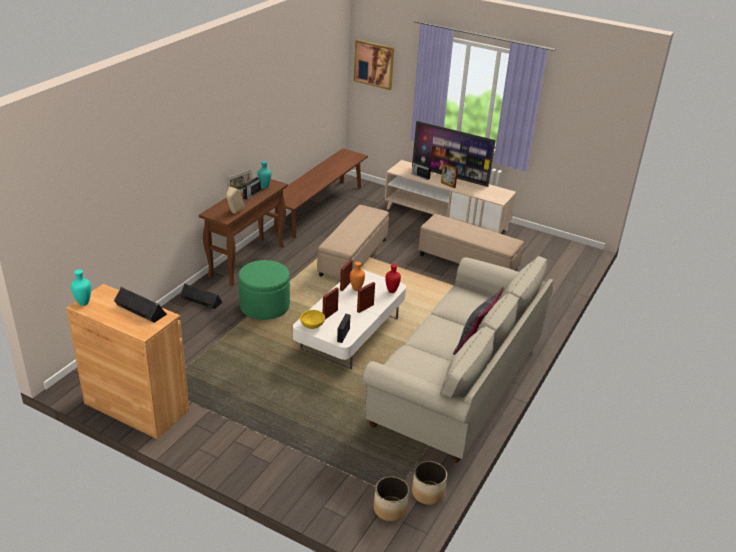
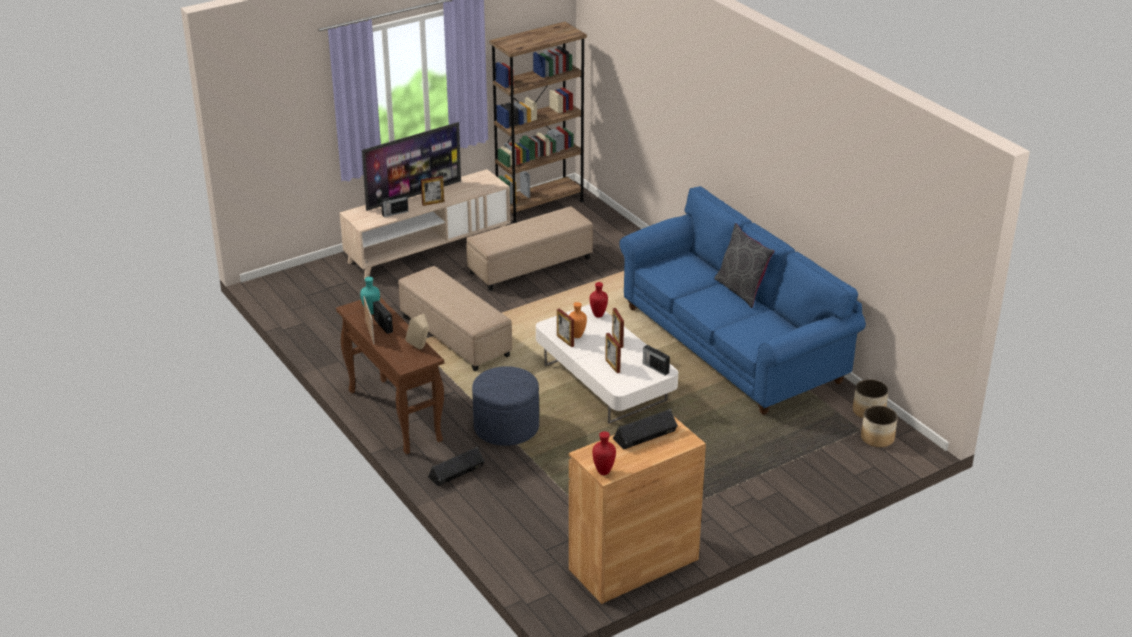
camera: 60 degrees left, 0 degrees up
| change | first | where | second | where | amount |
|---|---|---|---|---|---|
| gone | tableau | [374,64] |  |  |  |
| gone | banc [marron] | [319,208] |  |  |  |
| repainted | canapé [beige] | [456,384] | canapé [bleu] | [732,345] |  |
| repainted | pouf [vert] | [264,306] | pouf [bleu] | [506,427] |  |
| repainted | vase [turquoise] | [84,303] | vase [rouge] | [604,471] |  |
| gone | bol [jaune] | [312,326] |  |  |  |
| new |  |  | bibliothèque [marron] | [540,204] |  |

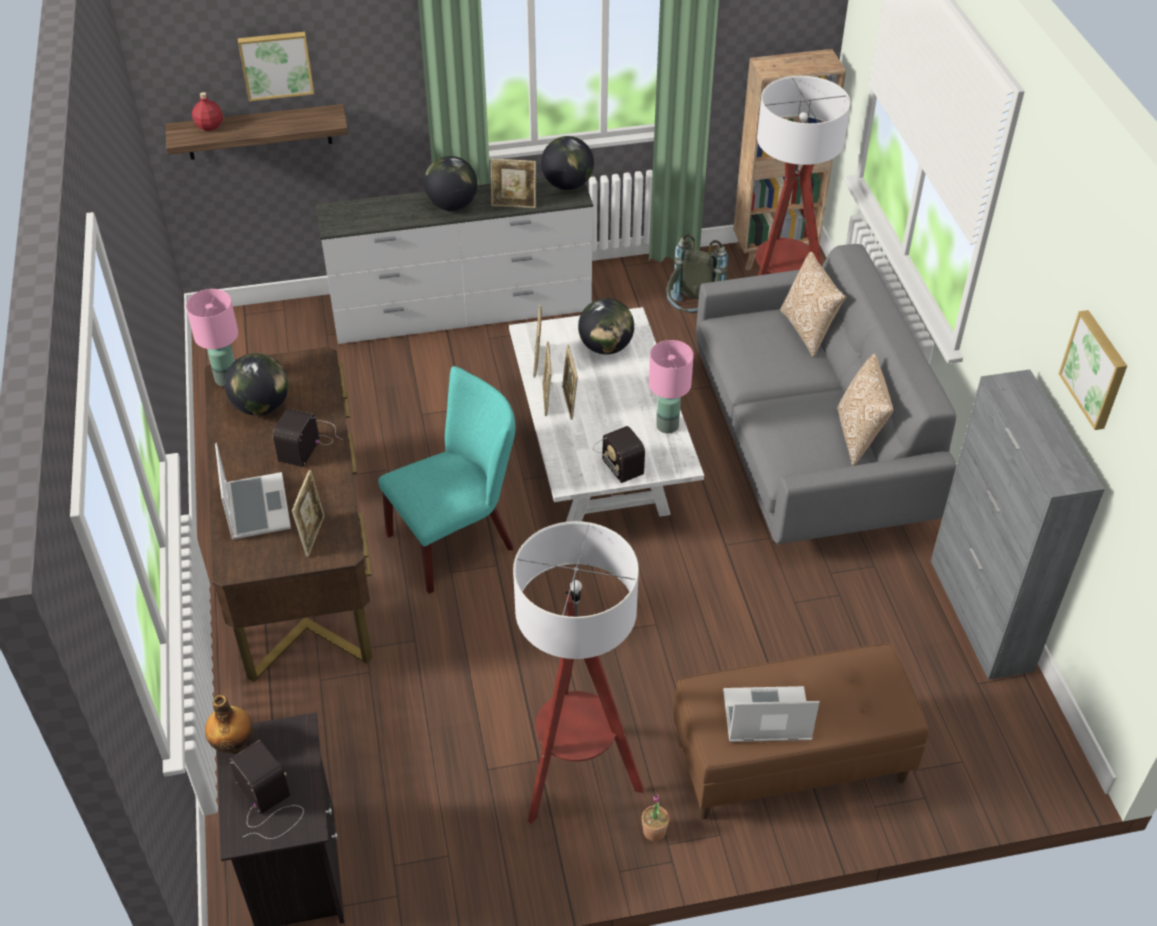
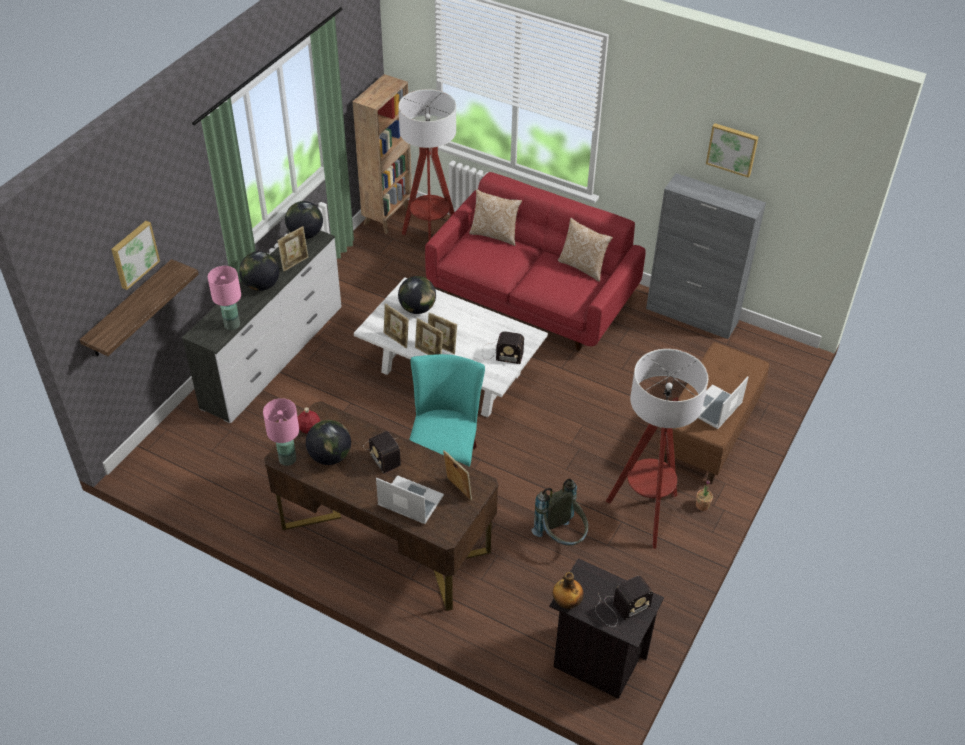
camera: 50 degrees left, 0 degrees up
| change | first | where | second | where | amount |
|---|---|---|---|---|---|
| shifted | bouteille [rouge] | [210,126] |  | [309,428] |  |
| shifted | sac à dos [gris] | [692,314] |  | [561,538] |  |
| repainted | canapé [gris] | [807,447] | canapé [rouge] | [532,298] |  |
| shifted | lampe de table [rose] | [667,426] |  | [232,325] |  |
| rotated | radio | [269,803] |  | [620,608] | 150 degrees clockwise |

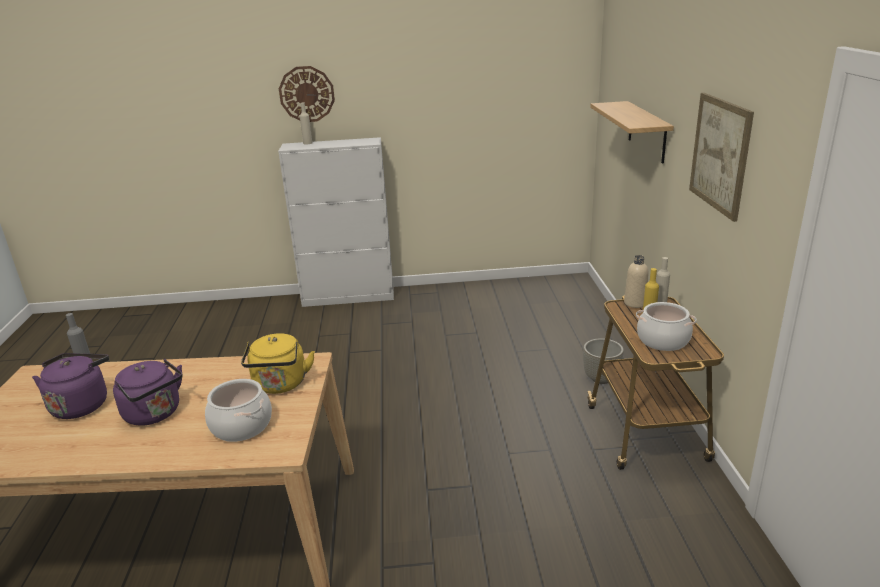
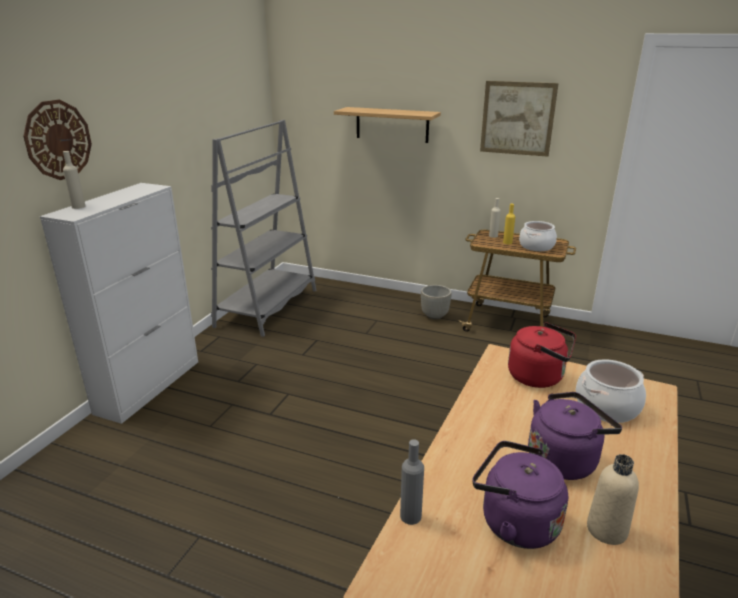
camera: 65 degrees left, 0 degrees up
| change | first | where | second | where | amount |
|---|---|---|---|---|---|
| shifted | bouteille [beige] | [635,303] |  | [606,530] |  |
| repainted | bouilloire [jaune] | [280,385] | bouilloire [rouge] | [539,377] |  |
| new |  |  | bibliothèque [gris] | [268,308] |  |

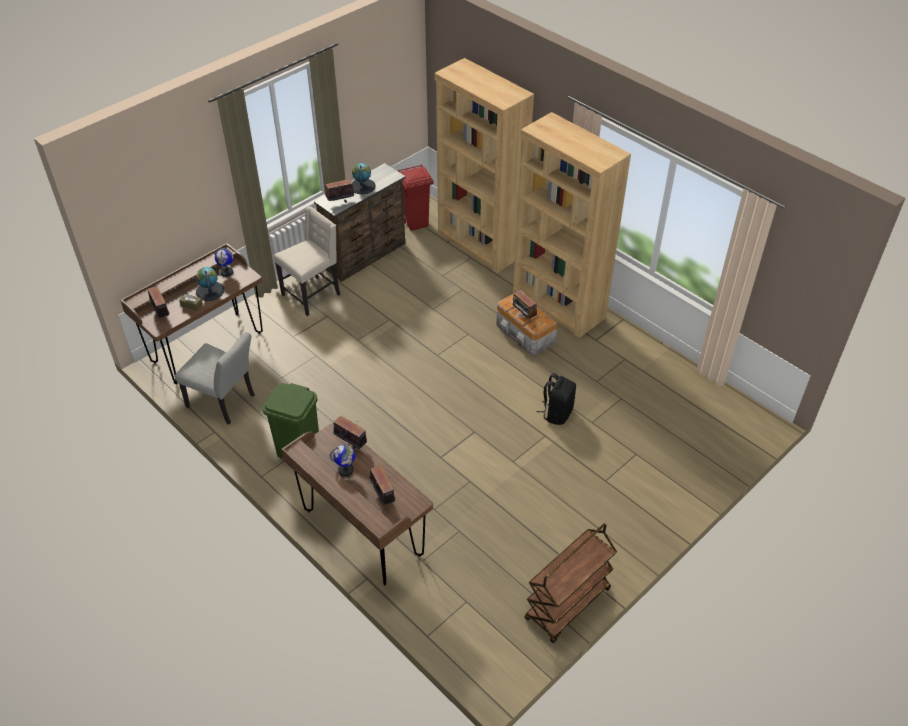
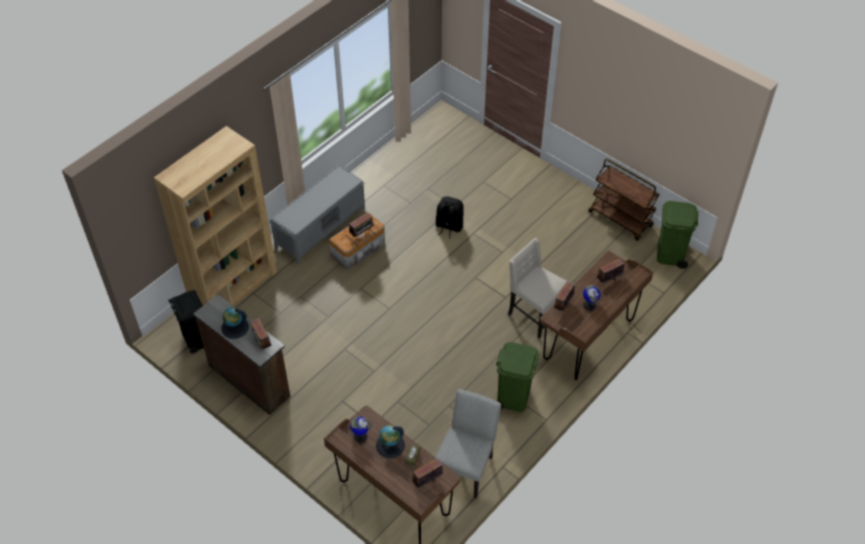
camera: 95 degrees left, 5 degrees up
| change | first | where | second | where | amount |
|---|---|---|---|---|---|
| swapped | bibliothèque [marron] | [558,305] | banc [gris] | [321,227] |  |
| repainted | poubelle [rouge] | [416,223] | poubelle [noir] | [196,341] |  |
| shifted | chaise [beige] | [312,295] |  | [534,314] |  |
| new |  |  | poubelle [vert] | [670,254] |  |

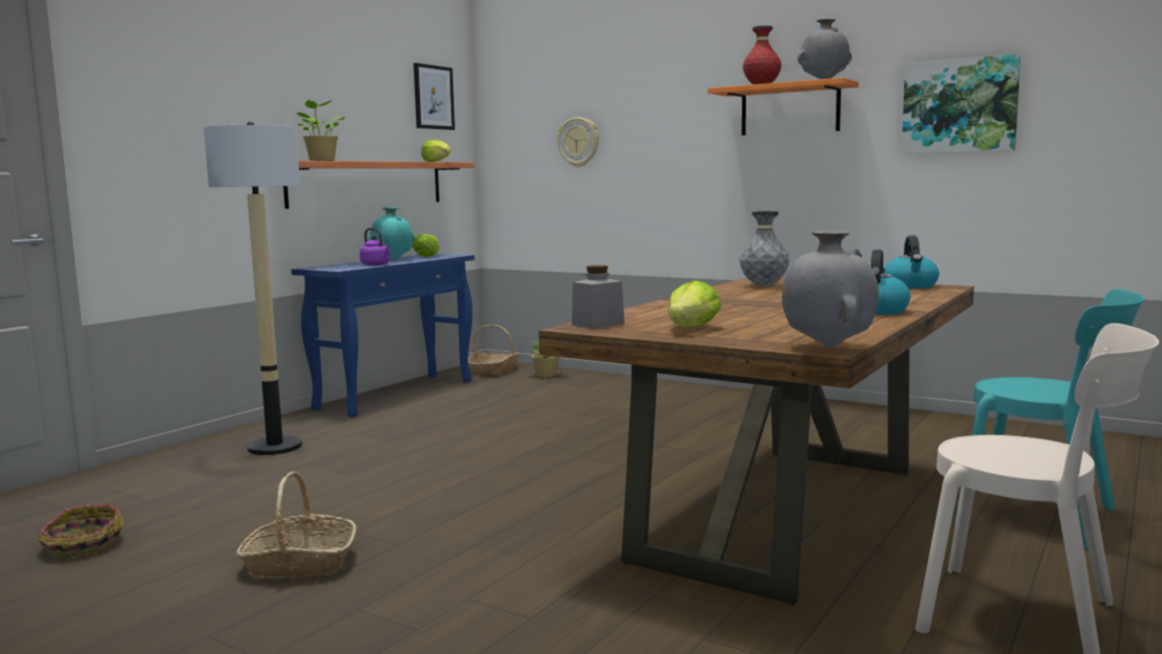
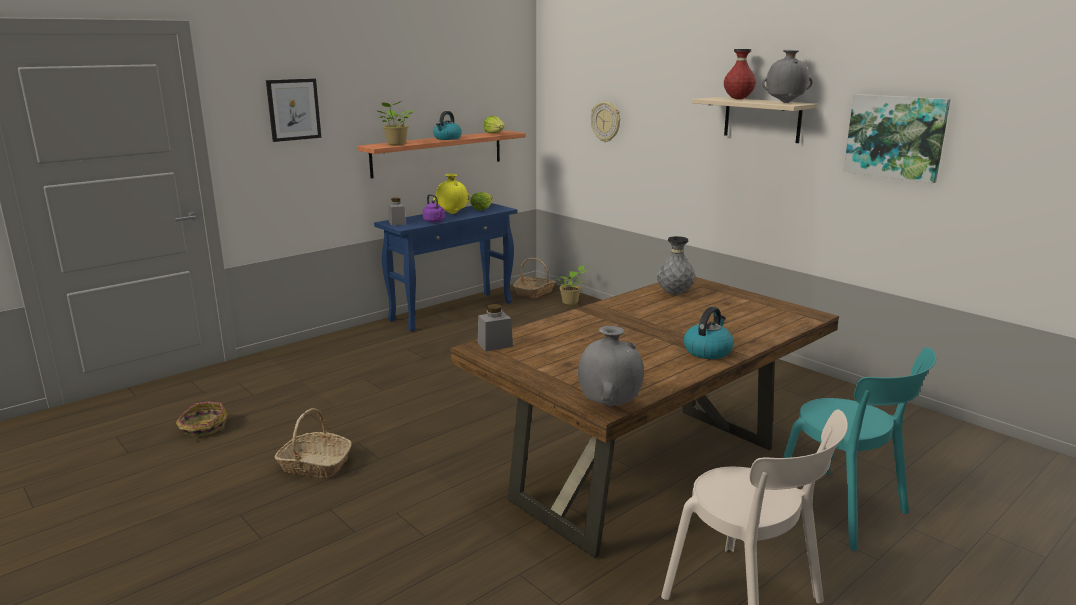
camera: 15 degrees right, 10 degrees up
| change | first | where | second | where | amount |
|---|---|---|---|---|---|
| shifted | tableau | [433,97] |  | [293,109] |  |
| repainted | étagère [orange] | [790,110] | étagère [beige] | [762,119] |  |
| gone | lampadaire | [275,447] |  |  |  |
| repainted | vase [turquoise] | [393,260] | vase [jaune] | [452,213] |  |
| shifted | bouilloire | [910,286] |  | [447,138] |  |
| gone | laitue | [691,328] |  |  |  |
| new |  |  | bocal [gris] | [397,223] |  |

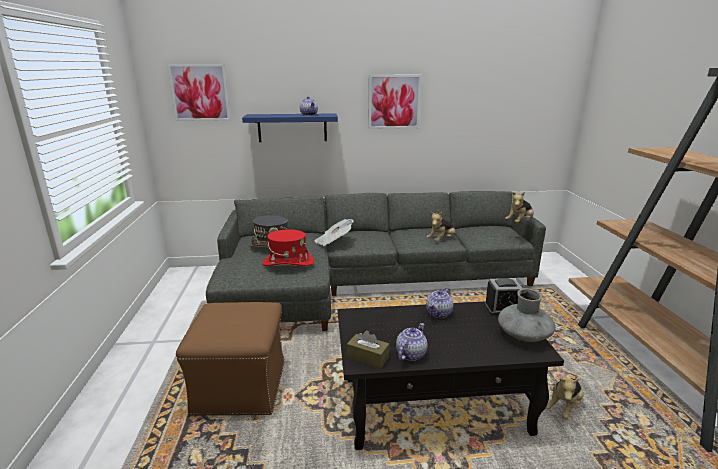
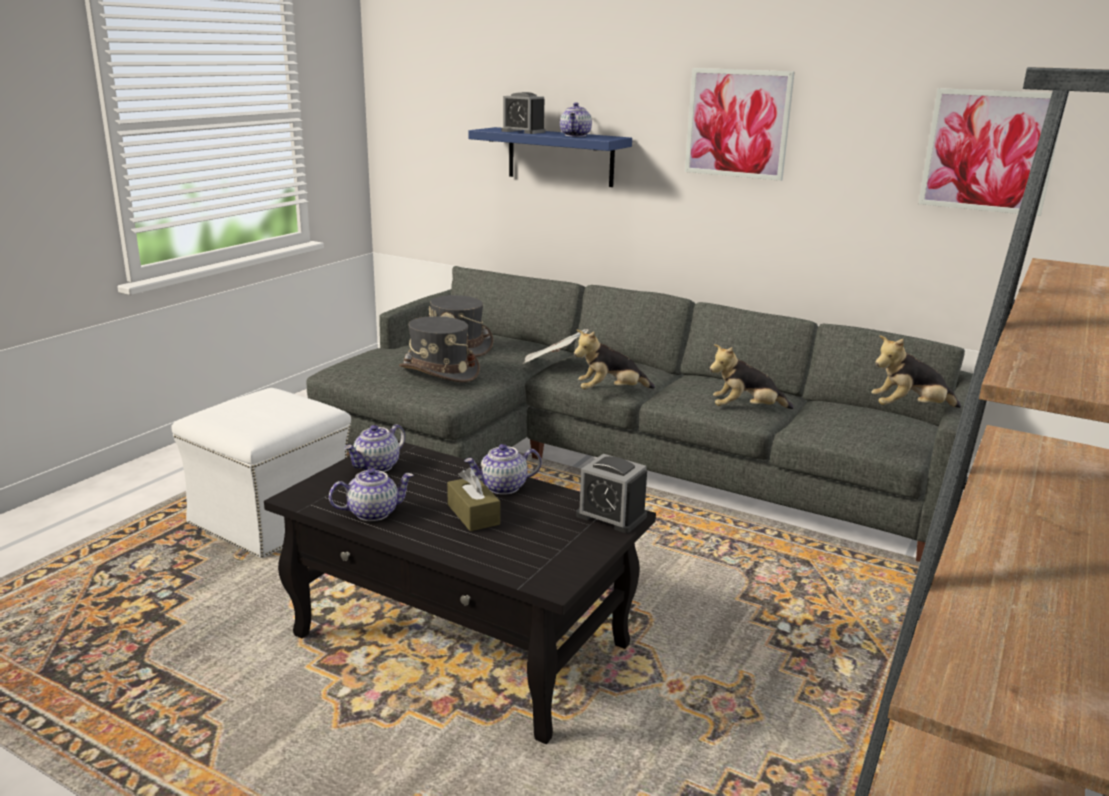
camera: 35 degrees right, 0 degrees up
| change | first | where | second | where | amount |
|---|---|---|---|---|---|
| shifted | tableau | [200,92] |  | [989,151] |  |
| repainted | chapeau [rouge] | [288,263] | chapeau [gris] | [439,372] |  |
| gone | vase [gris] | [524,335] |  |  |  |
| repainted | pouf [marron] | [240,386] | pouf [blanc] | [273,517] |  |
| shifted | boîte à mouchoirs [marron] | [368,357] |  | [473,514] |  |
| shifted | peluche | [563,407] |  | [610,392] |  |
| new |  |  | réveil | [523,131] |  |
| new |  |  | théière | [377,467] |  |

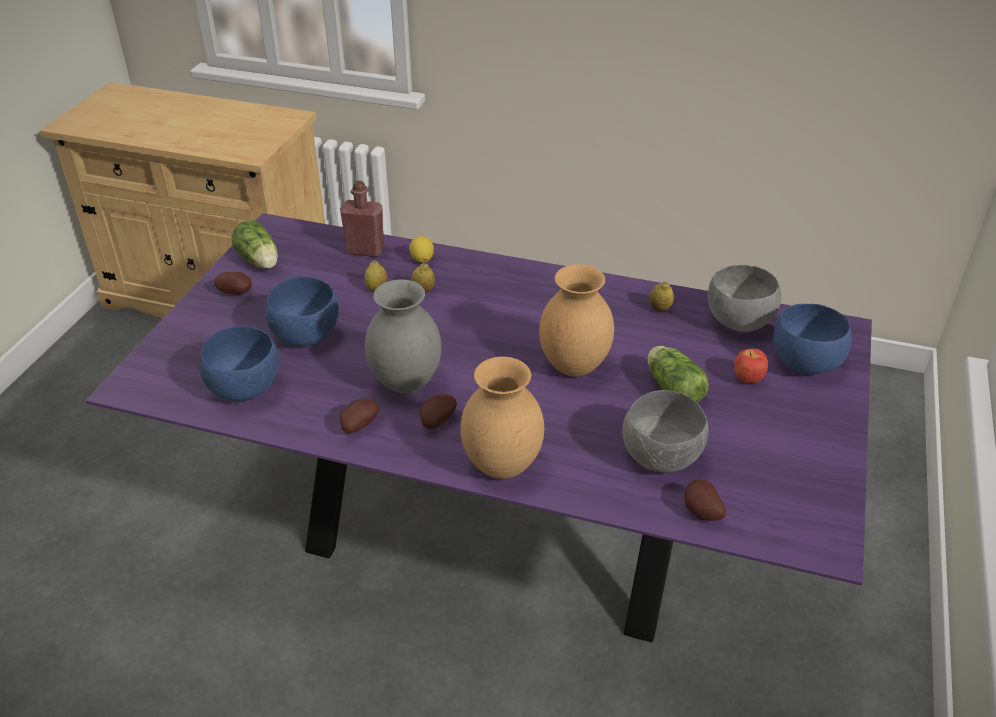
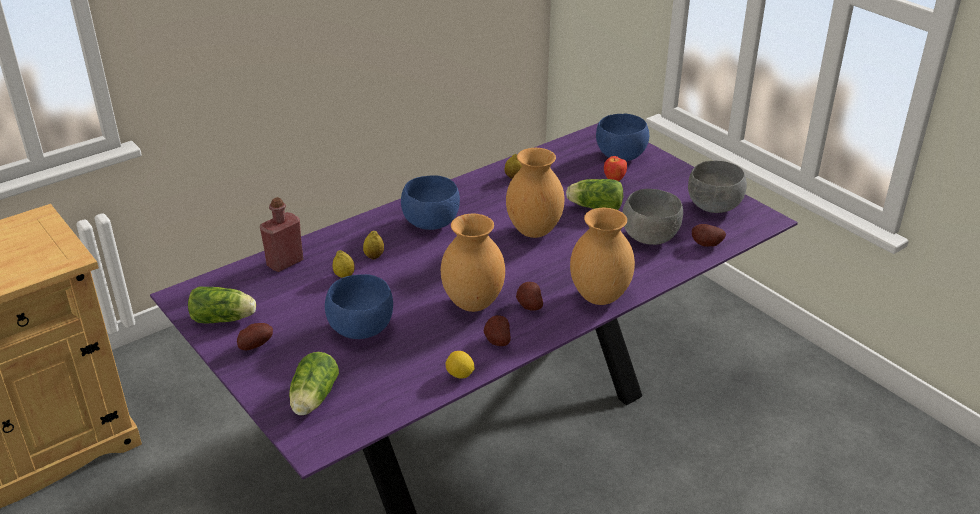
camera: 55 degrees left, 5 degrees down
| change | first | where | second | where | amount |
|---|---|---|---|---|---|
| shifted | citron | [422,259] |  | [460,375] |  |
| shifted | bol [gris] | [737,322] |  | [714,208] |  |
| repainted | vase [gris] | [405,382] | vase [marron] | [472,304] |  |
| shifted | bol [bleu] | [246,388] |  | [431,223] |  |
| new |  |  | laitue | [312,400] |  |

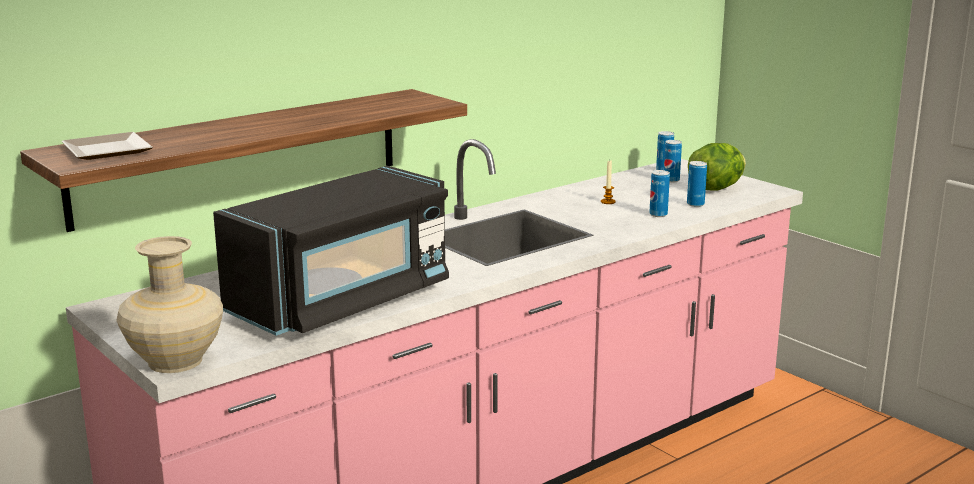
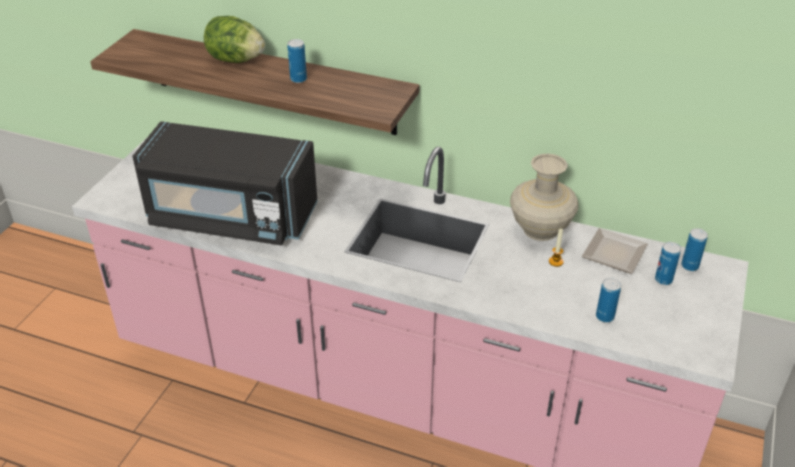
camera: 60 degrees right, 20 degrees up
| change | first | where | second | where | amount |
|---|---|---|---|---|---|
| shifted | assiette | [109,150] |  | [616,253] |  |
| shifted | laitue | [716,188] |  | [235,60] |  |
| shifted | boîte métallique | [658,214] |  | [298,79] |  |
| shifted | vase [beige] | [175,361] |  | [541,229] |  |

